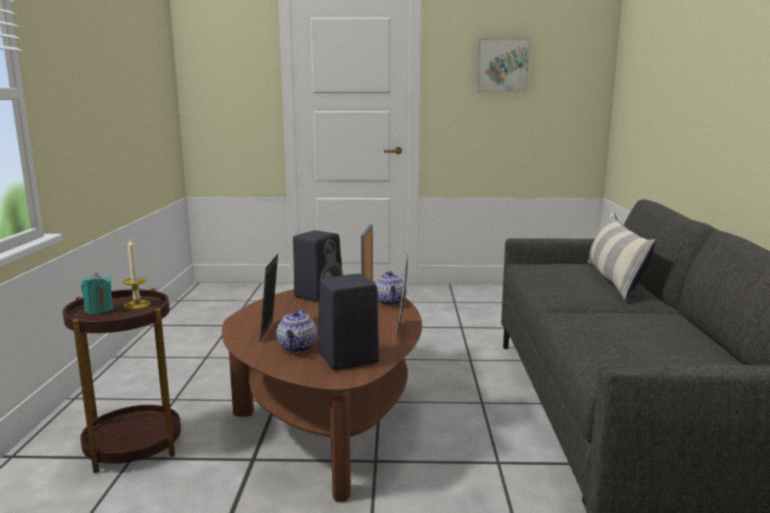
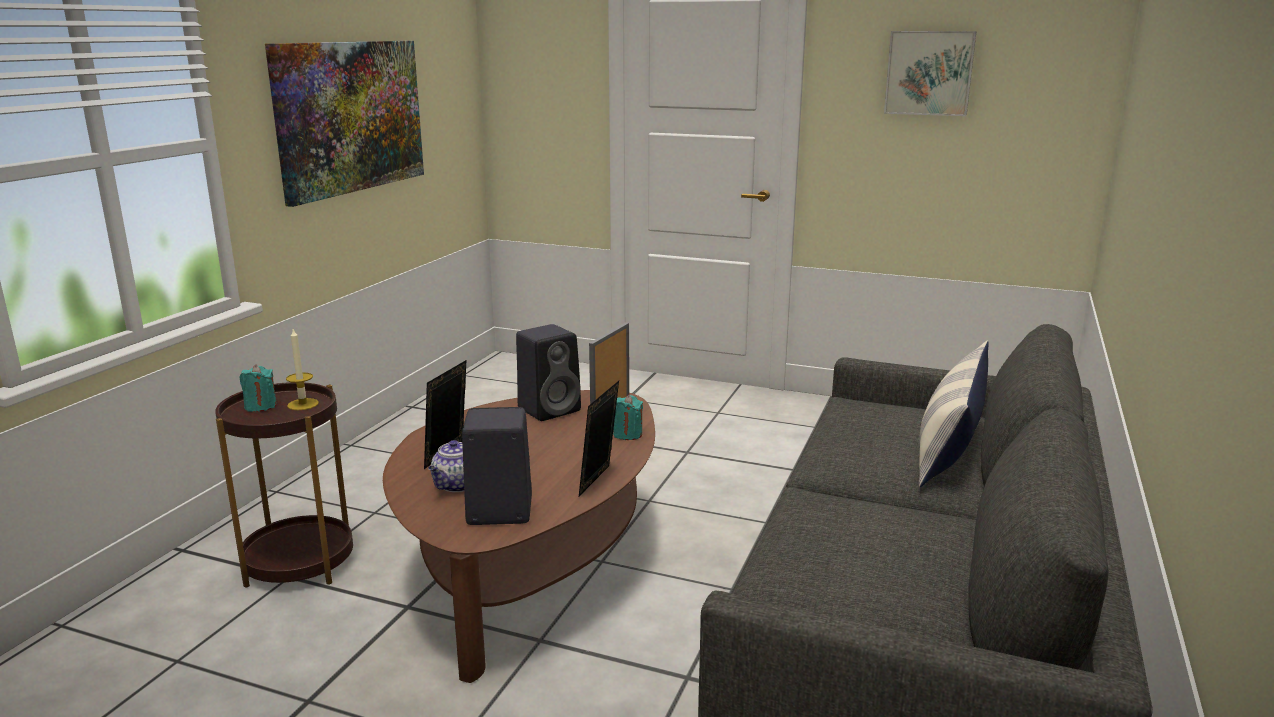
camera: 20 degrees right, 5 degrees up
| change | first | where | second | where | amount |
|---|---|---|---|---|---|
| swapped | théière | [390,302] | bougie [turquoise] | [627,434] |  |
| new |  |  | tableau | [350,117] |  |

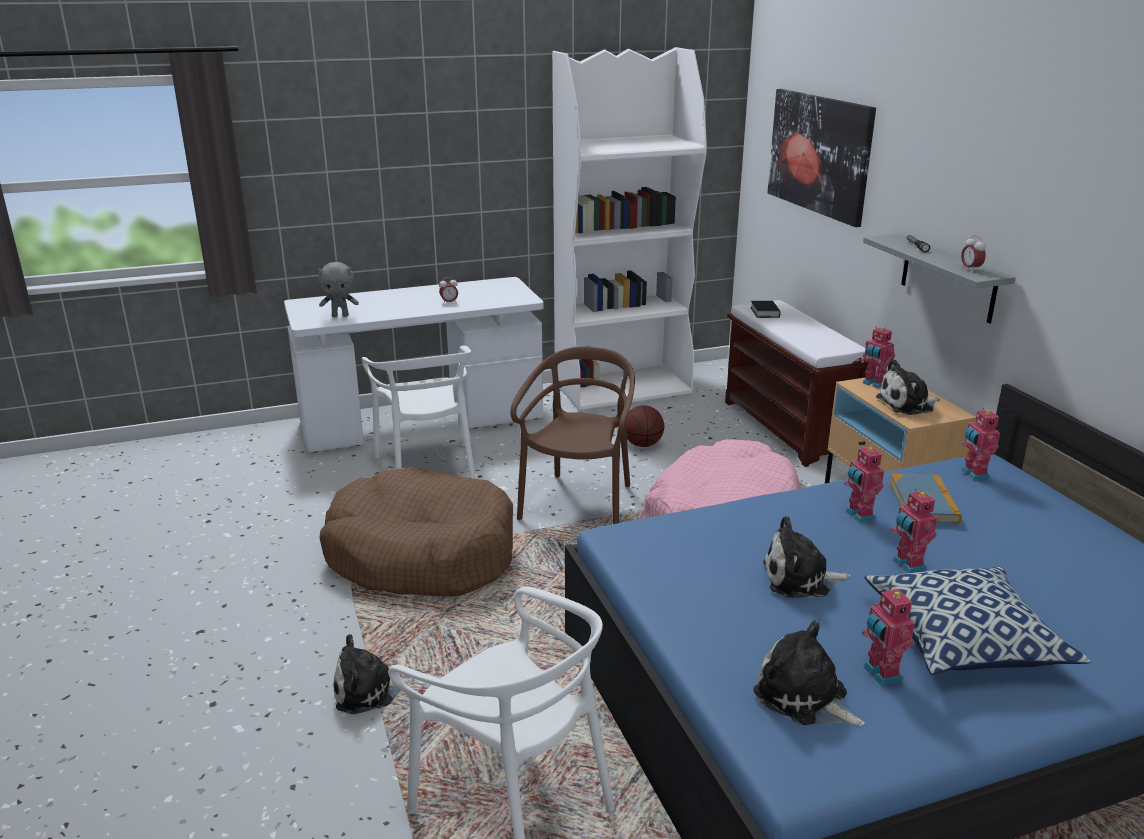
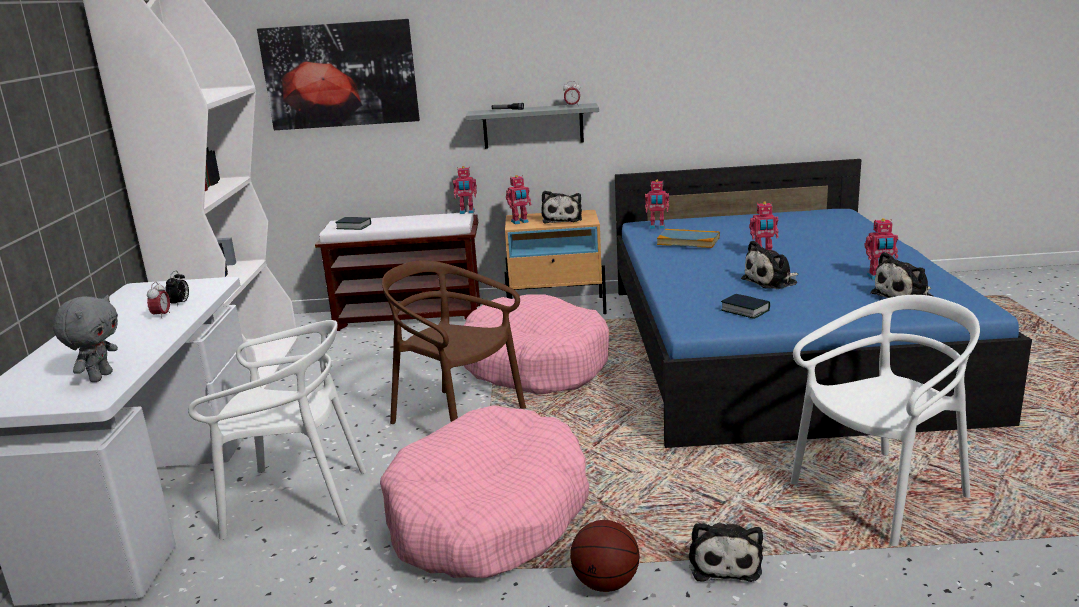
camera: 70 degrees left, 5 degrees down
| change | first | where | second | where | amount |
|---|---|---|---|---|---|
| shifted | ballon de basket | [642,444] |  | [605,583] |  |
| shifted | robot jouet | [858,515] |  | [467,212] |  |
| repainted | panier pour chien [marron] | [421,554] | panier pour chien [rose] | [488,516] |  |
| rotated | peluche | [800,579] |  | [772,281] | 45 degrees clockwise |
| gone | coussin | [964,640] |  |  |  |
| new |  |  | réveil | [180,303] |  |
| new |  |  | livre | [745,310] |  |

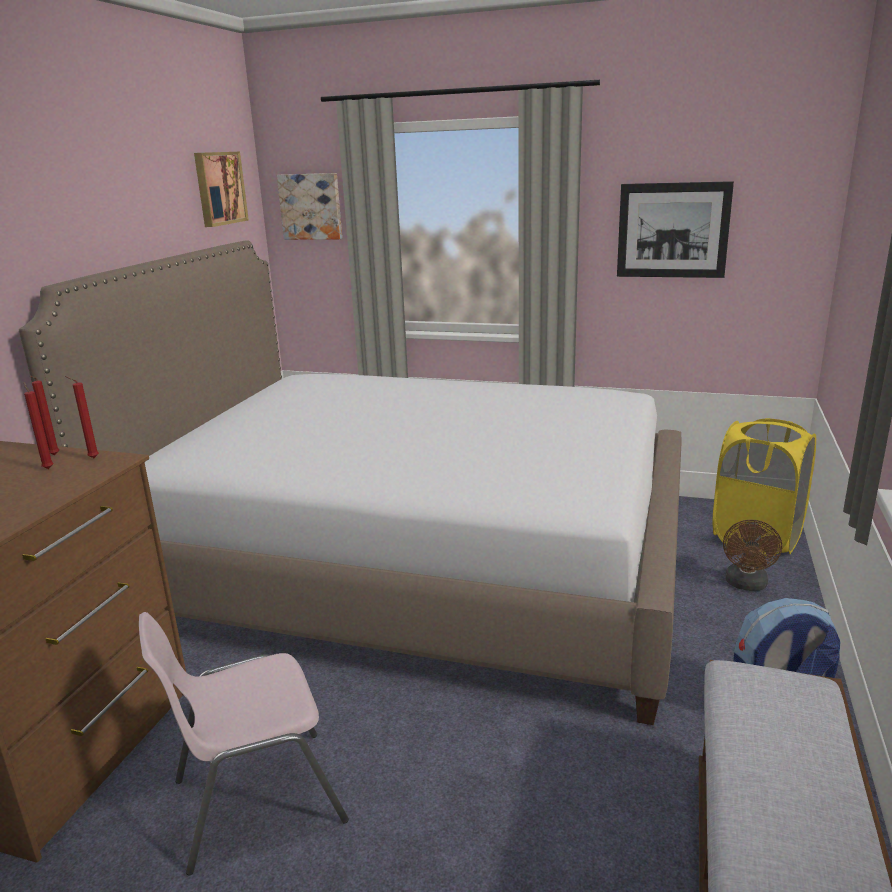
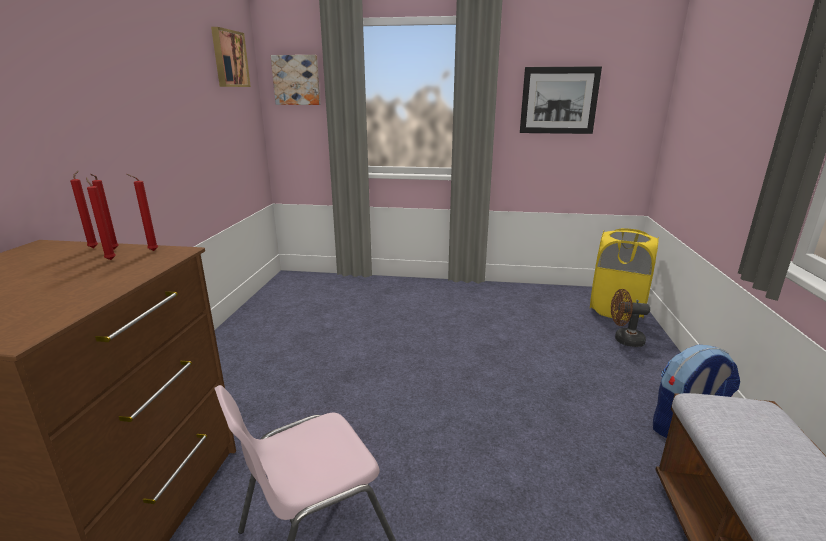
camera: 10 degrees left, 0 degrees up
| change | first | where | second | where | amount |
|---|---|---|---|---|---|
| gone | lit | [414,565] |  |  |  |
| rotated | ventilateur [marron] | [746,585] |  | [624,340] | 90 degrees clockwise |
| new |  |  | bougie [rouge] | [94,247] |  |

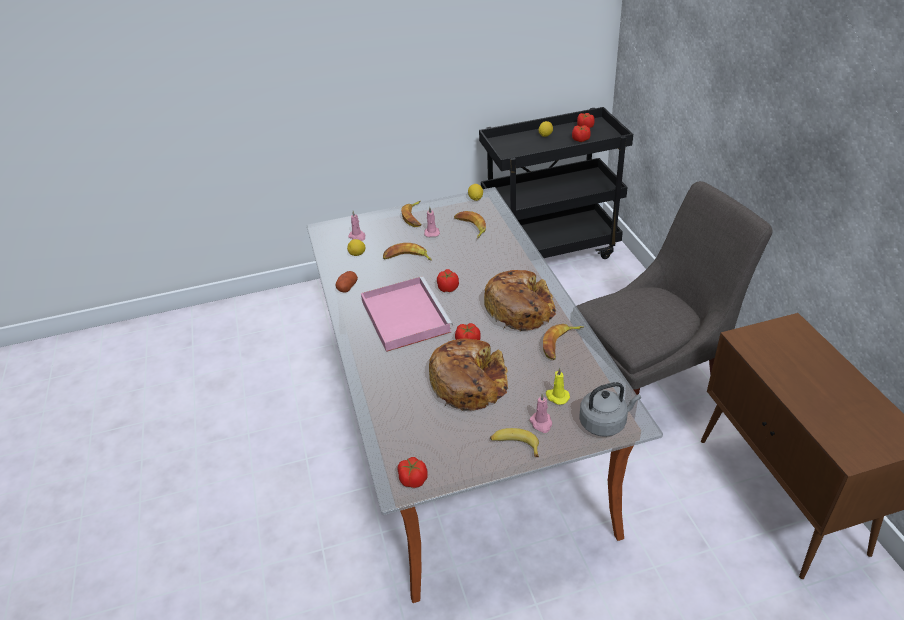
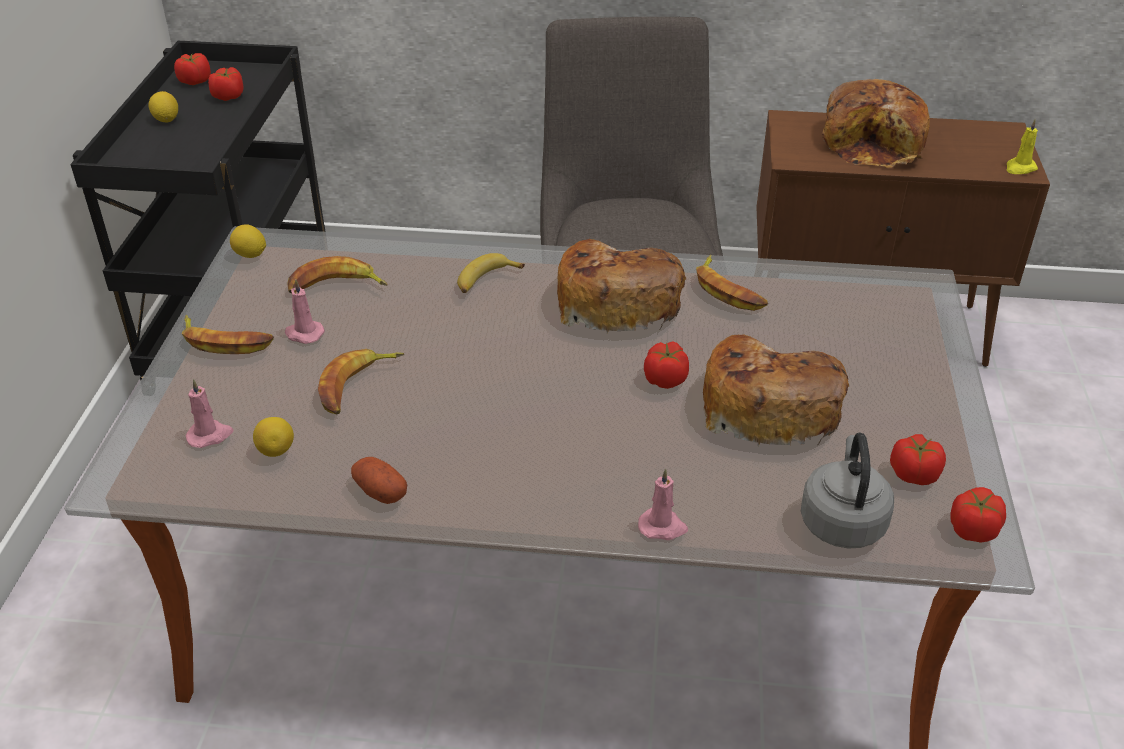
camera: 70 degrees left, 0 degrees up
| change | first | where | second | where | amount |
|---|---|---|---|---|---|
| shifted | tomate | [448,288] |  | [913,474] |  |
| gone | plateau [rose] | [404,315] |  |  |  |
| shifted | bougie [jaune] | [557,396] |  | [1020,168] |  |
| shifted | bouilloire [gris] | [605,423] |  | [842,520] |  |
| shifted | bougie [rose] | [541,423] |  | [663,527] |  |
| shifted | banane | [515,445] |  | [486,280] |  |
| new |  |  | pain | [874,143] |  |

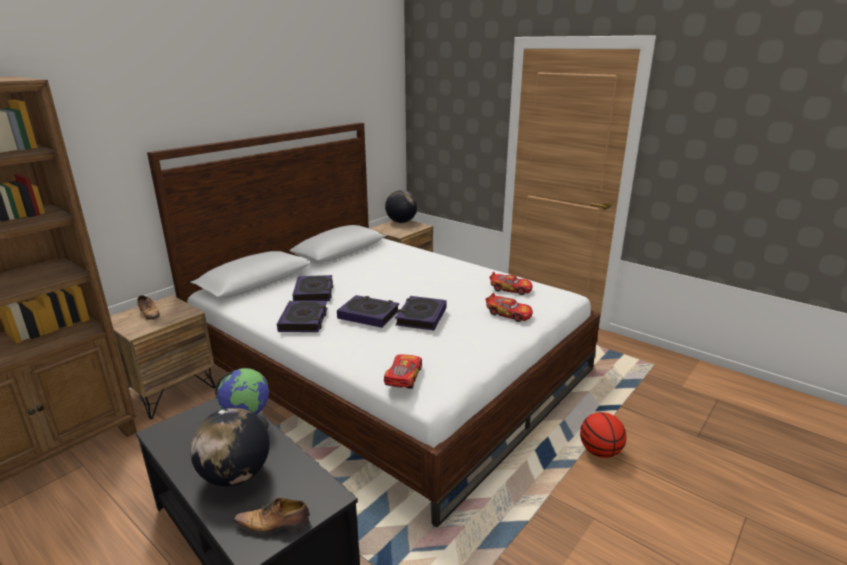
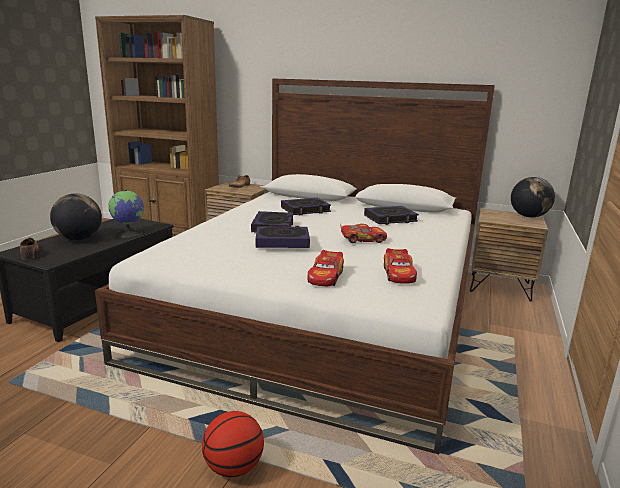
camera: 70 degrees right, 5 degrees down
| change | first | where | second | where | amount |
|---|---|---|---|---|---|
| shifted | livre | [304,320] |  | [390,219] |  |
| shifted | petite voiture | [403,377] |  | [362,239] |  |

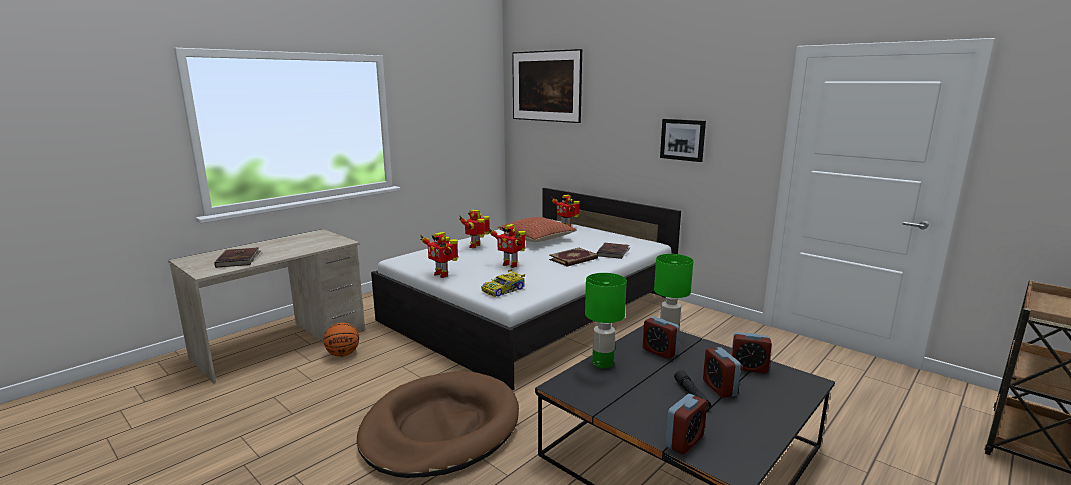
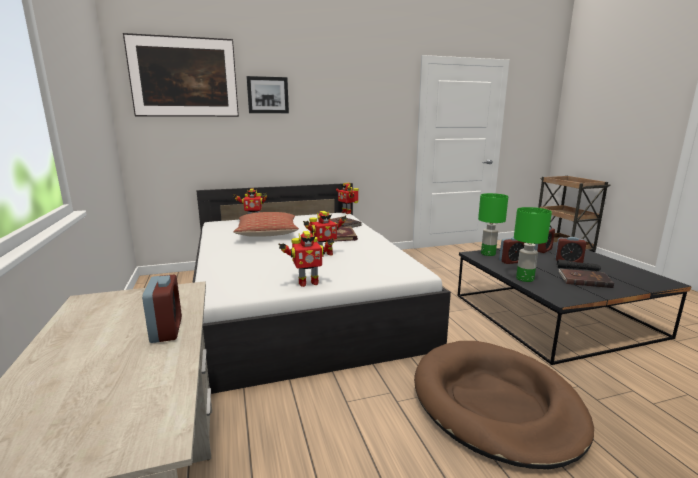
camera: 60 degrees left, 0 degrees up
| change | first | where | second | where | amount |
|---|---|---|---|---|---|
| shifted | tableau | [682,139] |  | [267,95] |  |
| shifted | robot jouet | [476,246] |  | [346,212] |  |
| shifted | livre [marron] | [239,259] |  | [584,280] |  |
| gone | petite voiture | [504,289] |  |  |  |
| gone | ballon de basket | [343,354] |  |  |  |
| shifted | réveil | [684,441] |  | [166,330] |  |

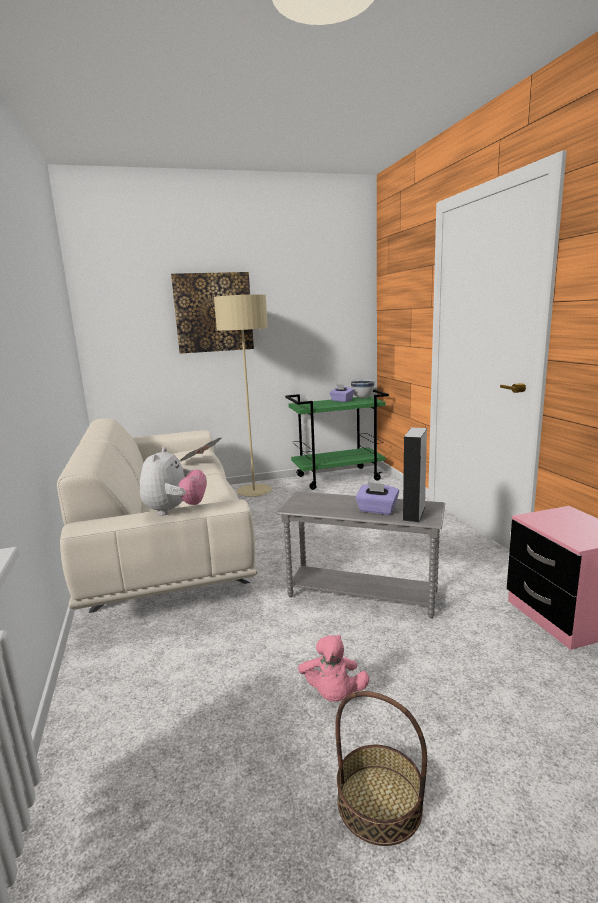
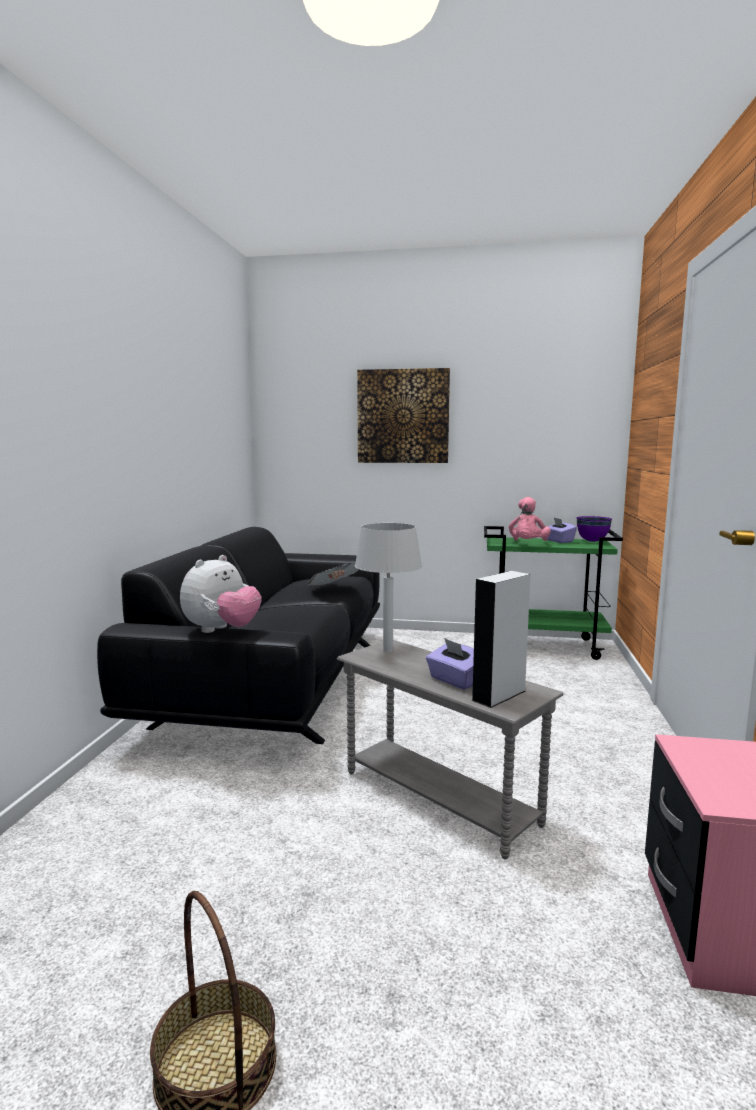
camera: 25 degrees right, 5 degrees down
| change | first | where | second | where | amount |
|---|---|---|---|---|---|
| gone | lampadaire [beige] | [254,492] |  |  |  |
| repainted | bol [blanc] | [363,398] | bol [violet] | [592,541] |  |
| repainted | canapé [beige] | [166,546] | canapé [noir] | [276,681] |  |
| shifted | peluche [rose] | [333,694] |  | [528,544] |  |
| new |  |  | lampe de table [gris] | [387,650] |  |

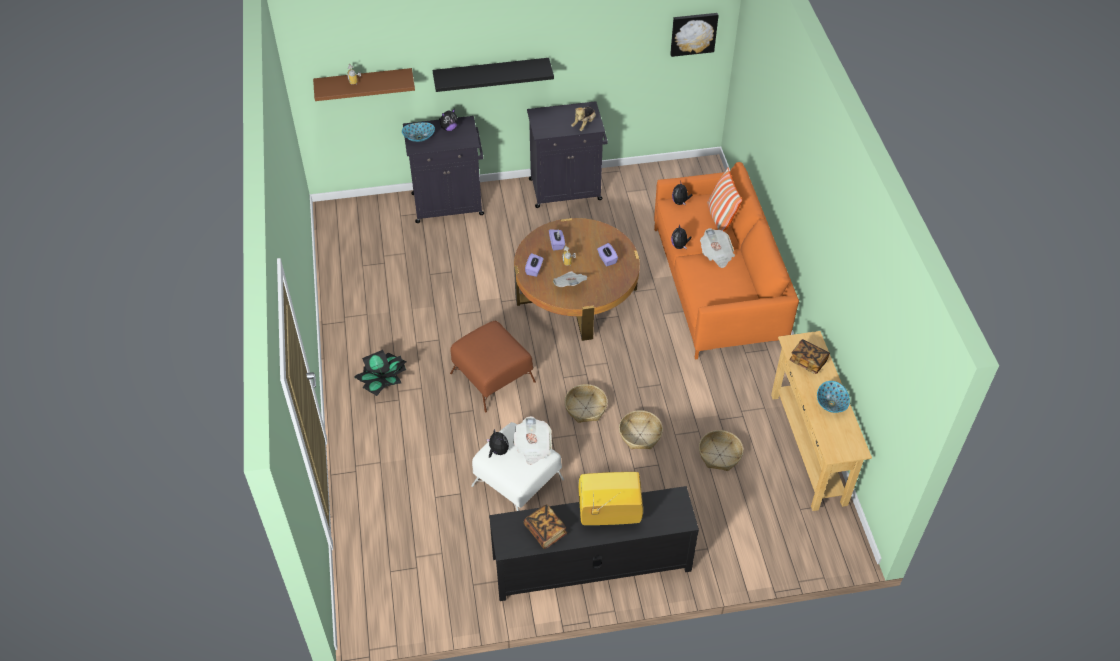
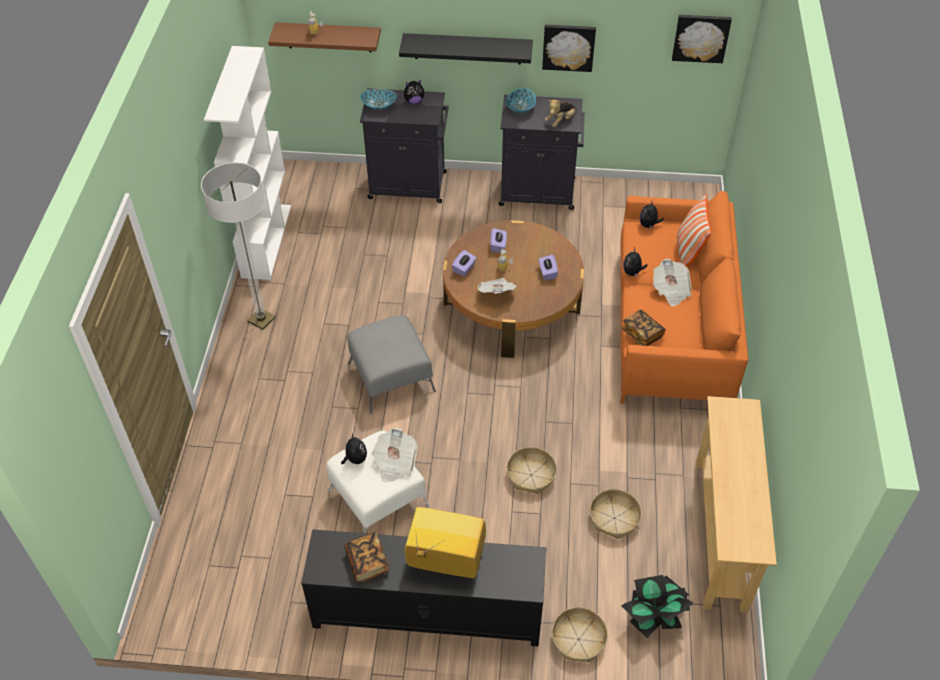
camera: 15 degrees right, 0 degrees up
| change | first | where | second | where | amount |
|---|---|---|---|---|---|
| repainted | pouf [marron] | [492,377] | pouf [gris] | [391,376] |  |
| shifted | livre | [808,361] |  | [642,334] |  |
| shifted | plante en pot | [384,383] |  | [654,615] |  |
| shifted | bol | [831,404] |  | [520,108] |  |
| shifted | panier | [585,408] |  | [578,639] |  |
| new |  |  | tableau | [568,47] |  |
| new |  |  | bibliothèque [blanc] | [266,240] |  |
| new |  |  | lampadaire | [261,319] |  |

